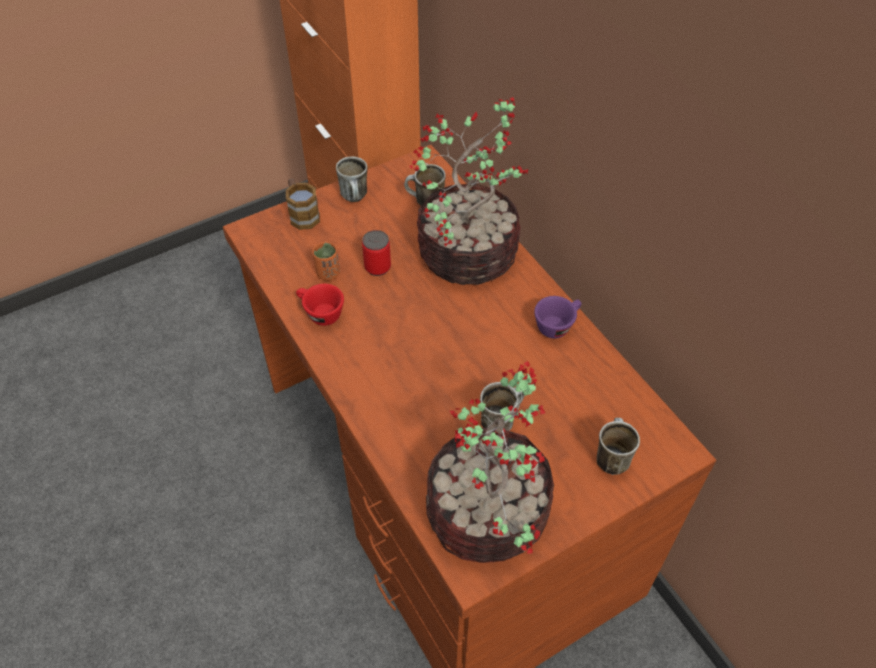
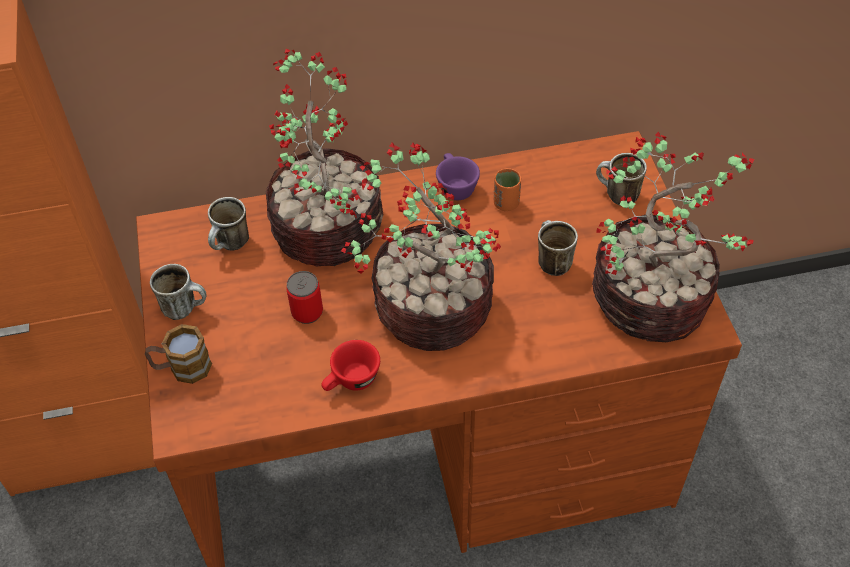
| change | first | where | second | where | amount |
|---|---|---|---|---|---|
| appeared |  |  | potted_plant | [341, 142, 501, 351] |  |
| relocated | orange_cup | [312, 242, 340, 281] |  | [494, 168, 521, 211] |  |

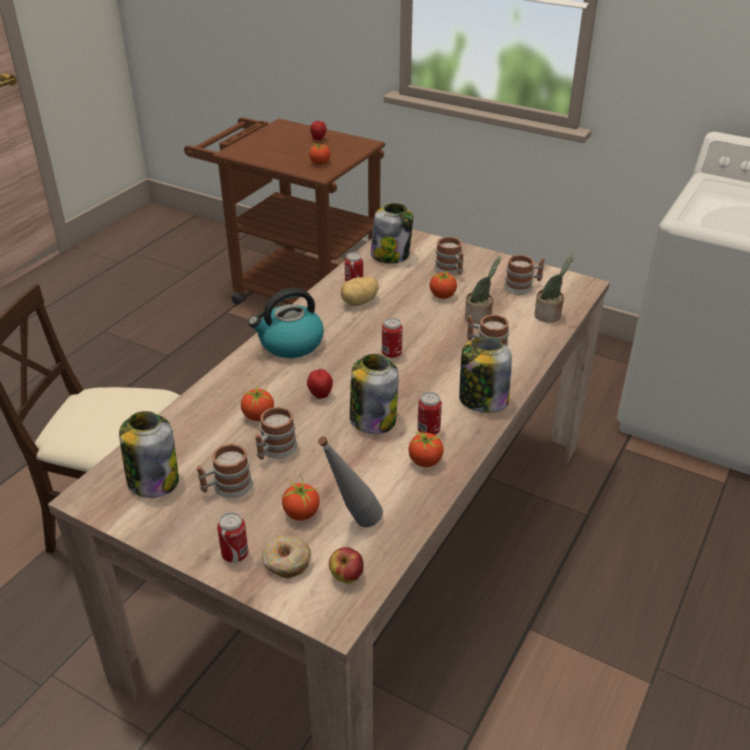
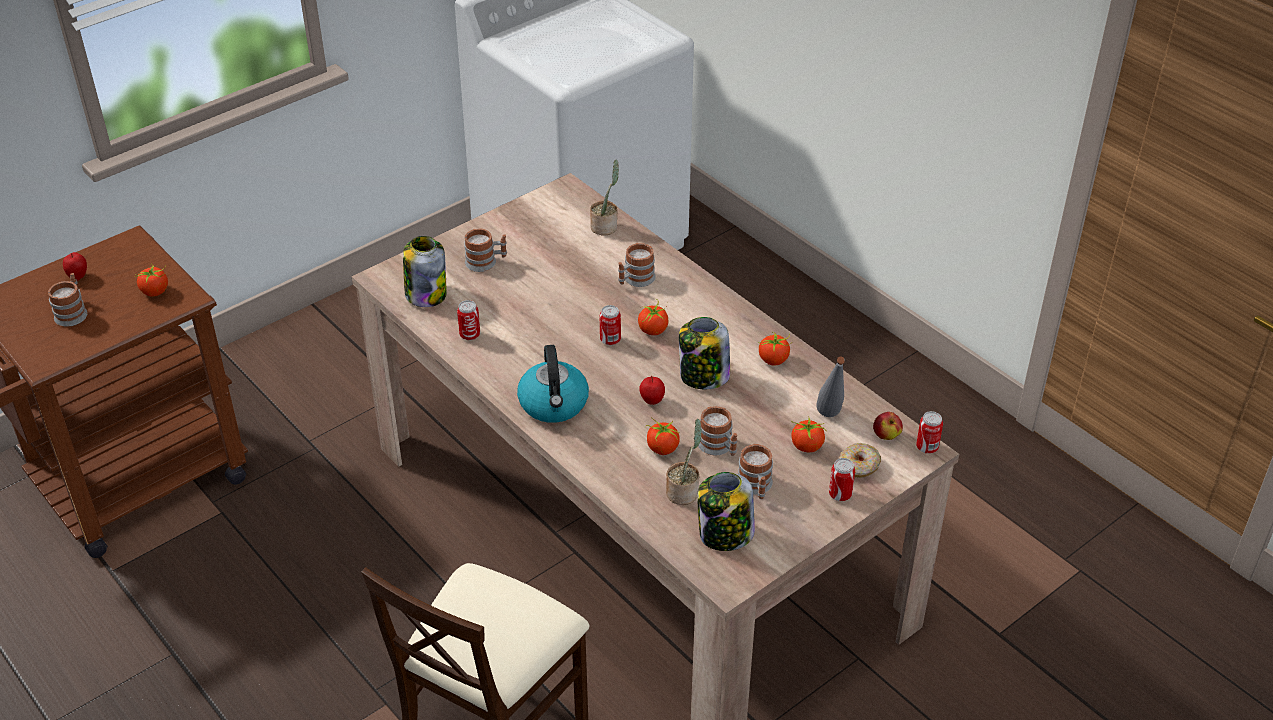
| change | first | where | second | where | amount |
|---|---|---|---|---|---|
| missing | potato | [341, 277, 379, 306] |  |  |  |
| missing | jar | [459, 336, 512, 413] |  |  |  |
| relocated | can | [417, 392, 442, 435] |  | [916, 411, 943, 454] |  |
| relocated | tomato | [430, 270, 458, 299] |  | [638, 299, 668, 335] |  |
| relocated | potted_plant | [465, 256, 501, 325] |  | [666, 419, 702, 505] |  |
| relocated | mug | [504, 255, 545, 295] |  | [48, 273, 88, 327] |  |

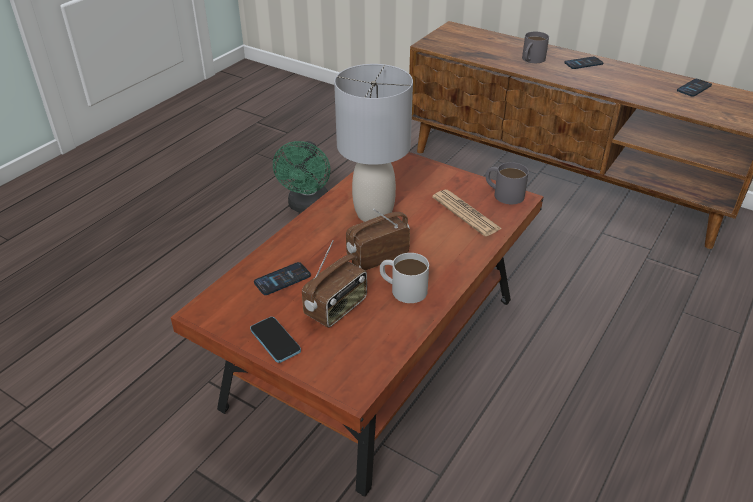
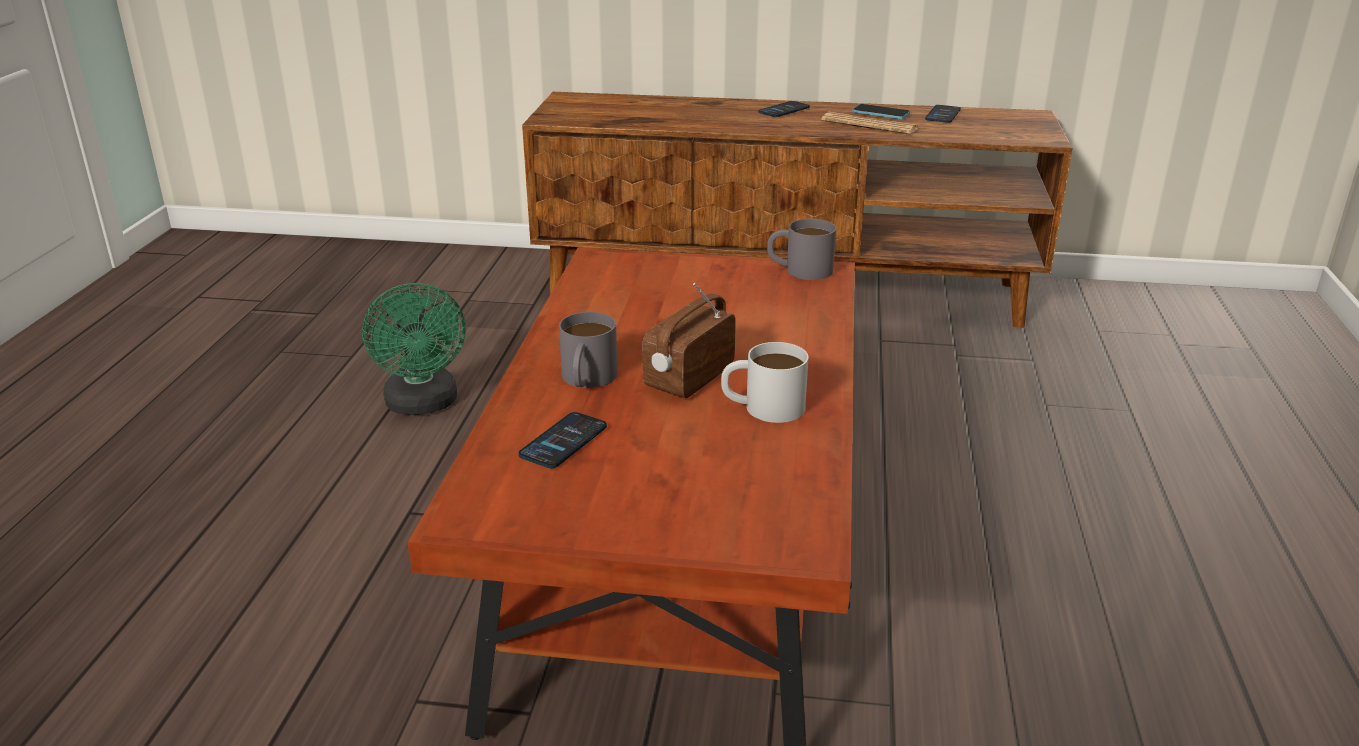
| change | first | where | second | where | amount |
|---|---|---|---|---|---|
| missing | radio | [302, 240, 367, 328] |  |  |  |
| missing | grey_table_lamp | [334, 64, 413, 222] |  |  |  |
| relocated | phone | [250, 317, 301, 363] |  | [852, 104, 910, 120] |  |
| relocated | newspaper | [432, 190, 502, 236] |  | [822, 112, 918, 134] |  |
| relocated | grey_mug | [522, 32, 549, 63] |  | [559, 312, 618, 388] |  |

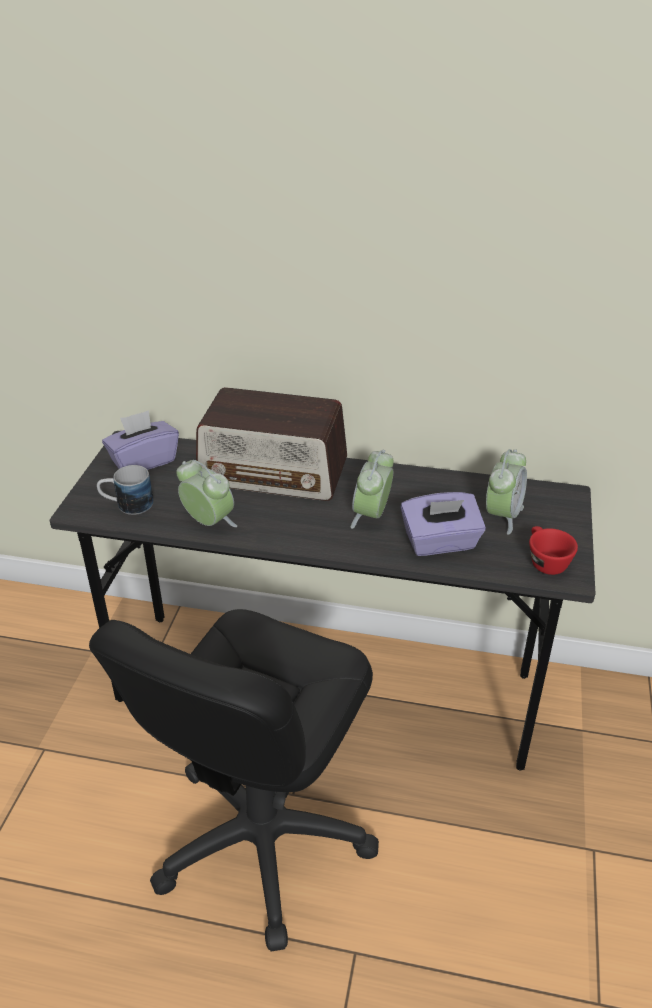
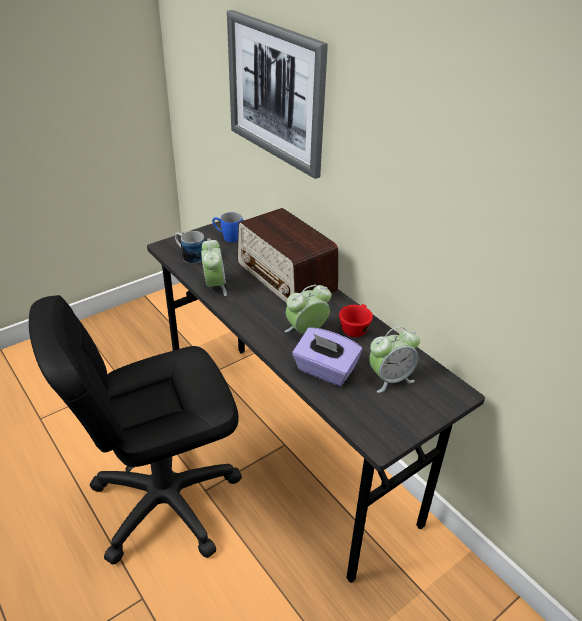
| change | first | where | second | where | amount |
|---|---|---|---|---|---|
| appeared |  |  | picture | [227, 10, 328, 179] |  |
| relocated | red_cup | [529, 526, 578, 575] |  | [339, 304, 373, 337] |  |
| exchanged | purple_tissue_box | [102, 410, 179, 470] | blue_mug | [212, 212, 243, 242] |  |

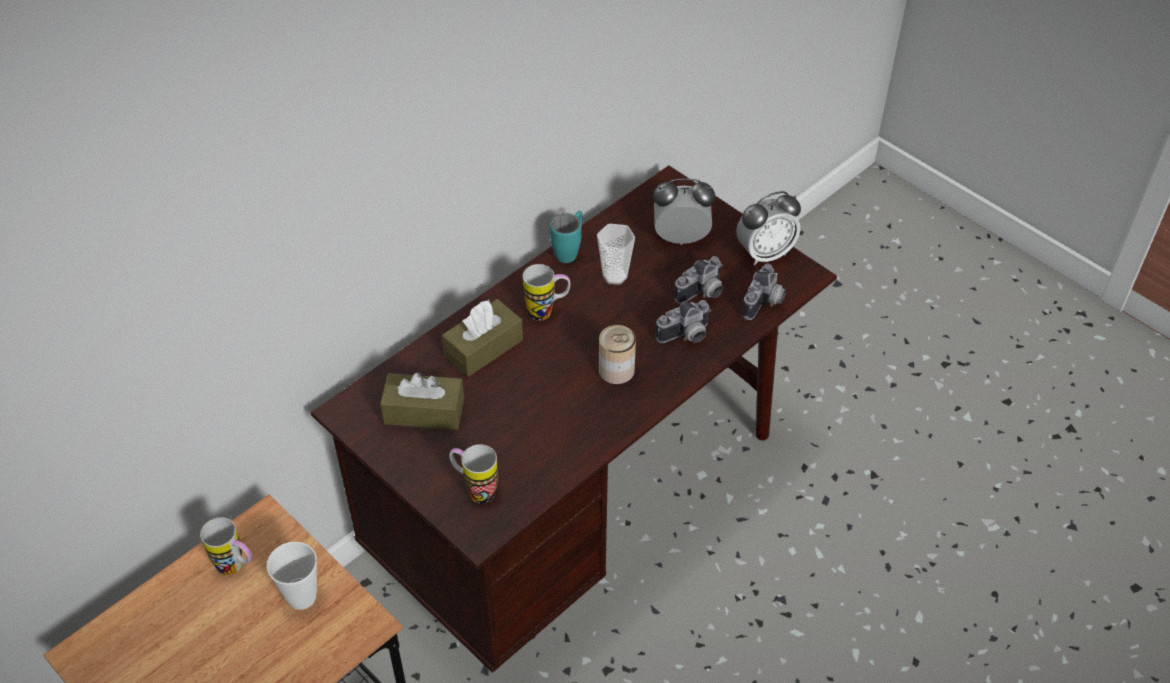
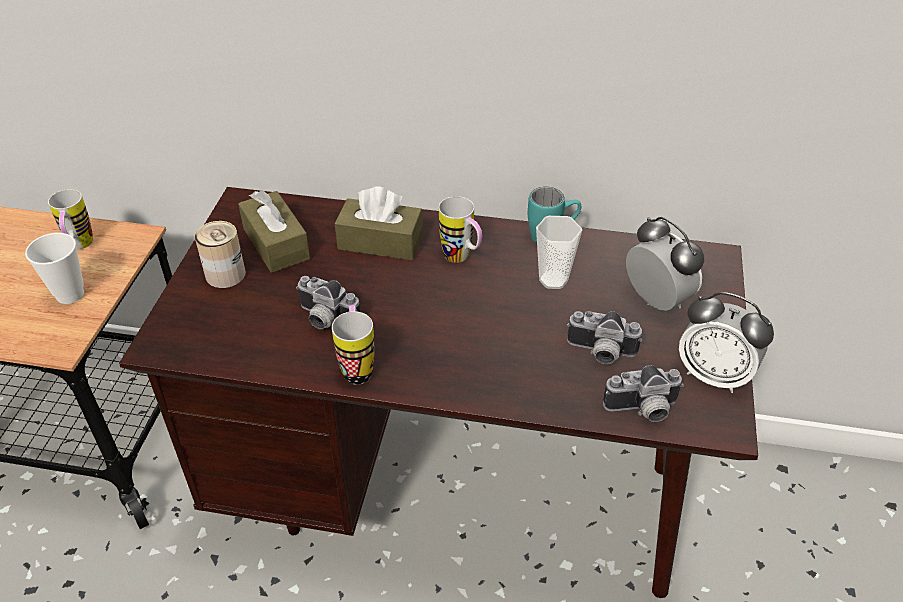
| change | first | where | second | where | amount |
|---|---|---|---|---|---|
| relocated | mug | [449, 444, 498, 504] |  | [332, 305, 375, 385] |  |
| relocated | can | [599, 325, 636, 384] |  | [195, 221, 246, 288] |  |
| relocated | photo_camera | [656, 300, 711, 343] |  | [296, 276, 360, 329] |  |

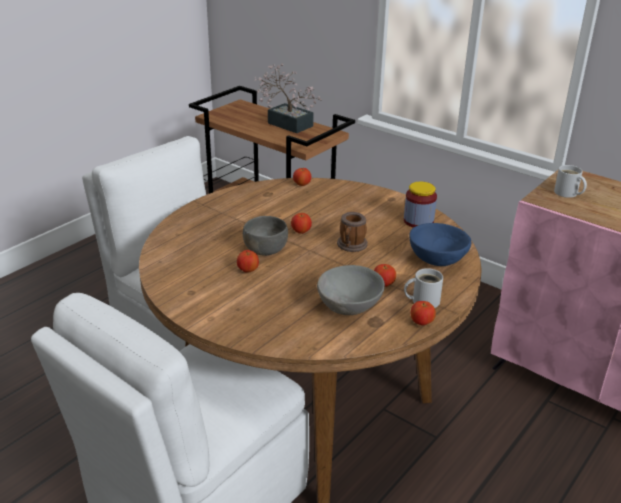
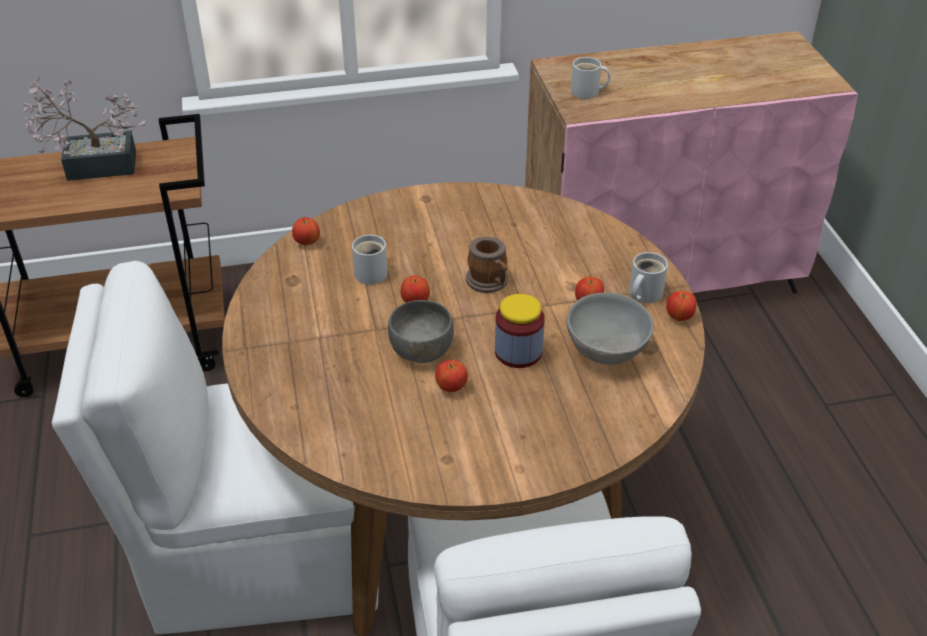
| change | first | where | second | where | amount |
|---|---|---|---|---|---|
| missing | blue_bowl | [410, 223, 471, 266] |  |  |  |
| appeared |  |  | white_mug | [352, 235, 388, 285] |  |
| relocated | jar | [404, 182, 437, 228] |  | [495, 294, 545, 368] |  |

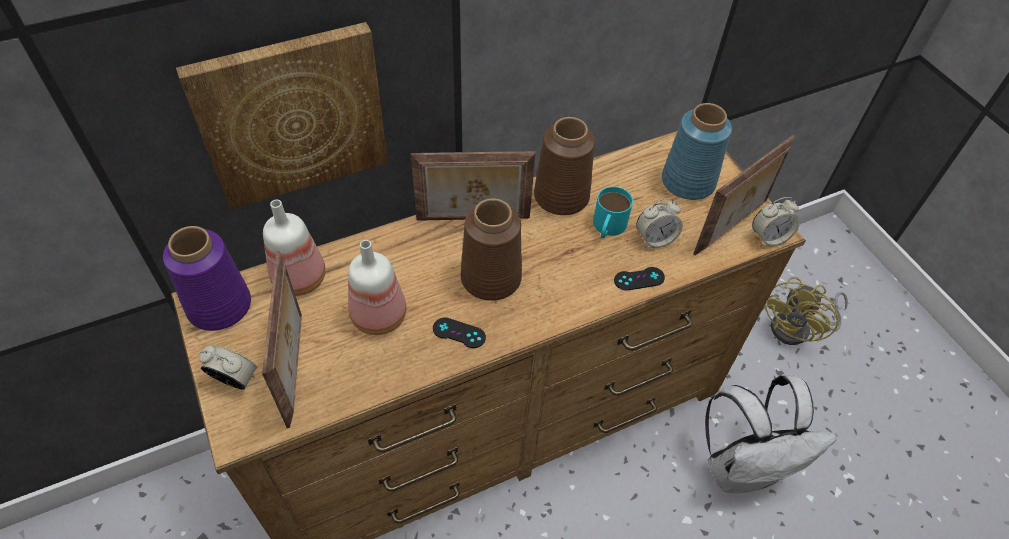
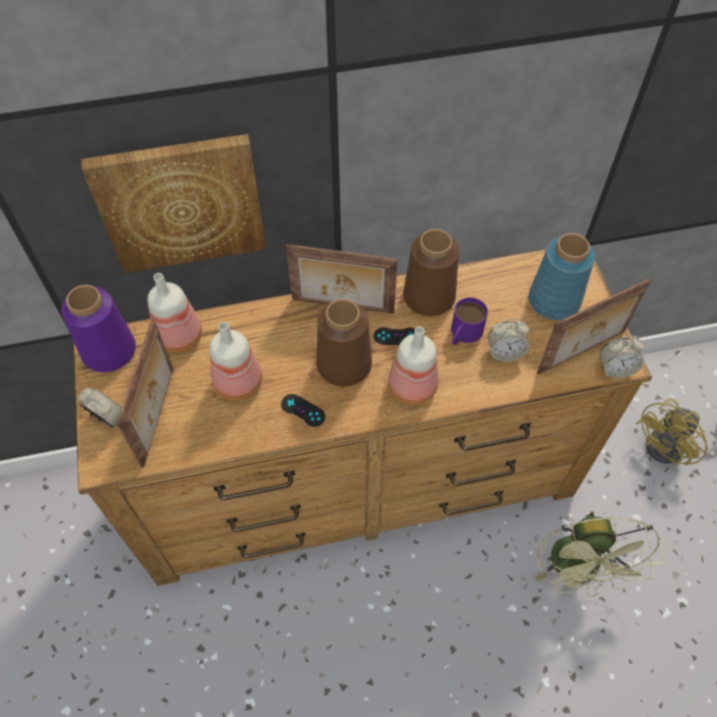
| change | first | where | second | where | amount |
|---|---|---|---|---|---|
| appeared |  |  | bottle | [388, 326, 439, 405] |  |
| relocated | black_game_controller | [614, 267, 665, 291] |  | [374, 327, 415, 345] |  |
| exchanged | white_backpack | [705, 375, 836, 494] | green_fan | [535, 511, 665, 597] |  |
| colour | turquoise_mug | [593, 186, 633, 239] | purple_mug | [451, 297, 488, 345] |  |

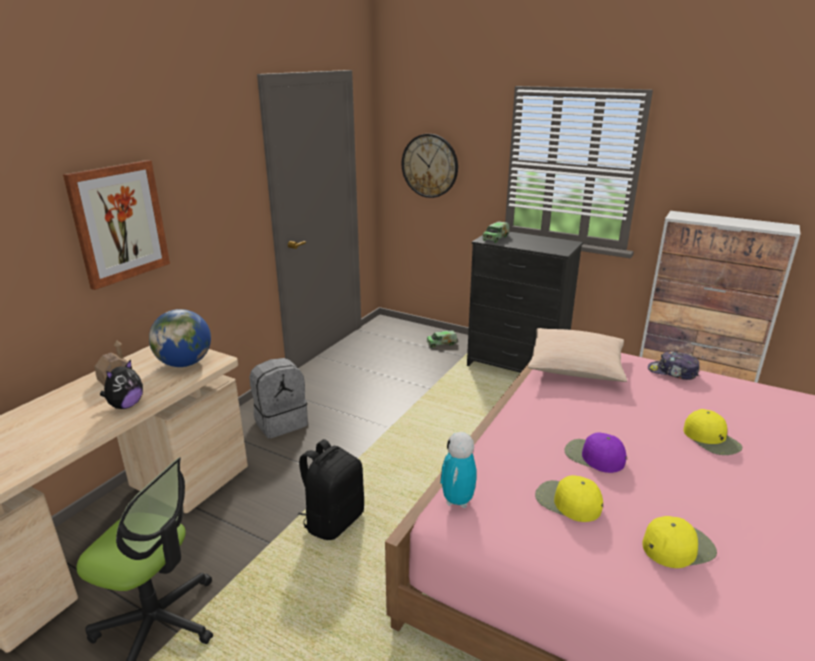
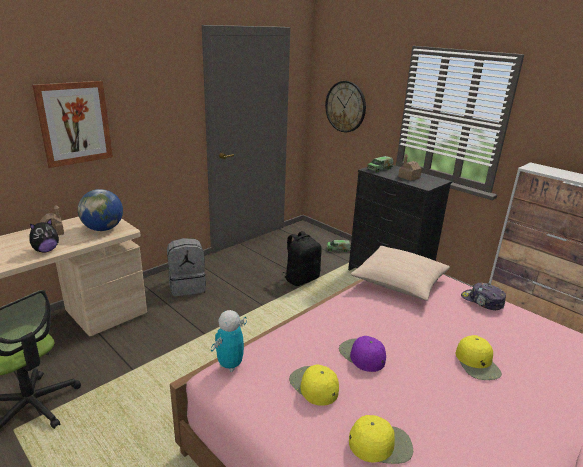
| change | first | where | second | where | amount |
|---|---|---|---|---|---|
| appeared |  |  | toy_house | [398, 154, 422, 181] |  |
| relocated | black_backpack | [298, 439, 364, 540] |  | [283, 231, 322, 286] |  |

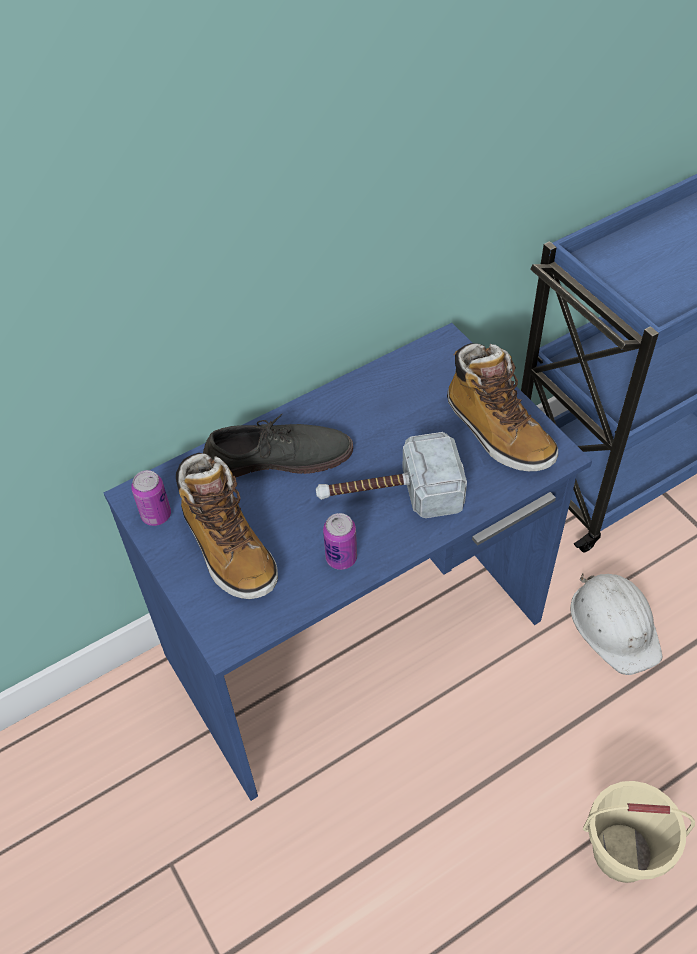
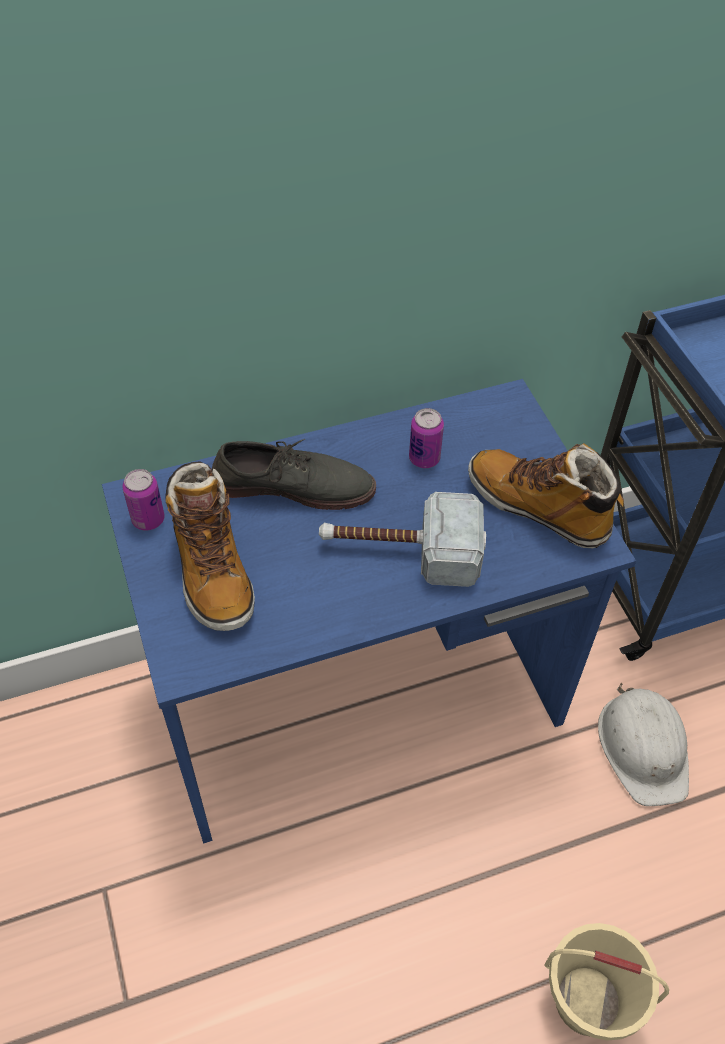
| change | first | where | second | where | amount |
|---|---|---|---|---|---|
| relocated | can | [323, 513, 357, 570] |  | [409, 408, 444, 468] |  |
| spun | boot | [447, 343, 558, 471] |  | [468, 443, 624, 549] | 150 degrees clockwise |

